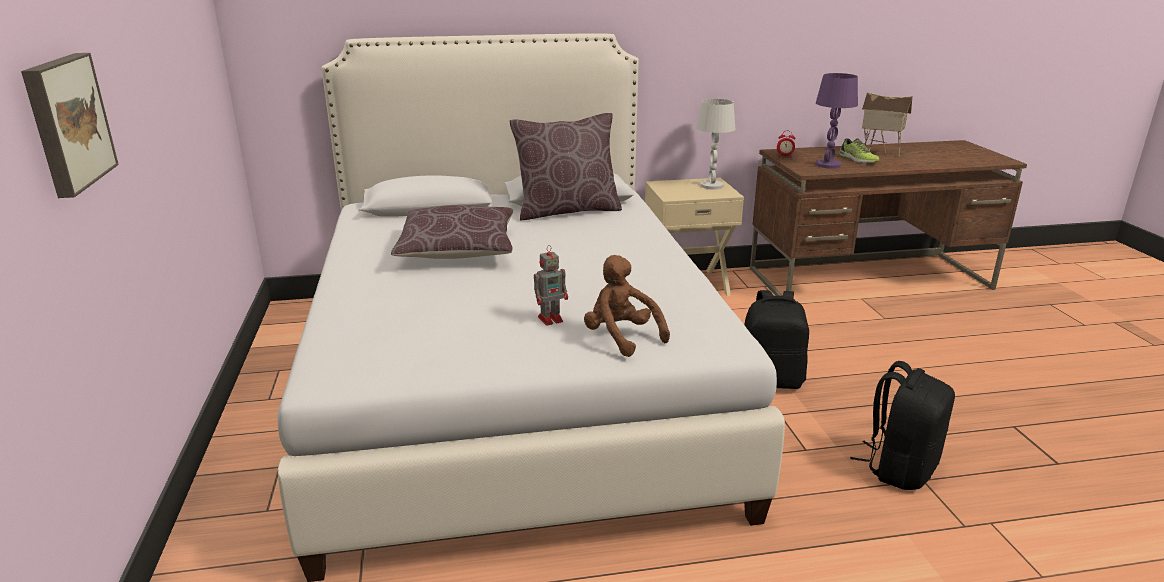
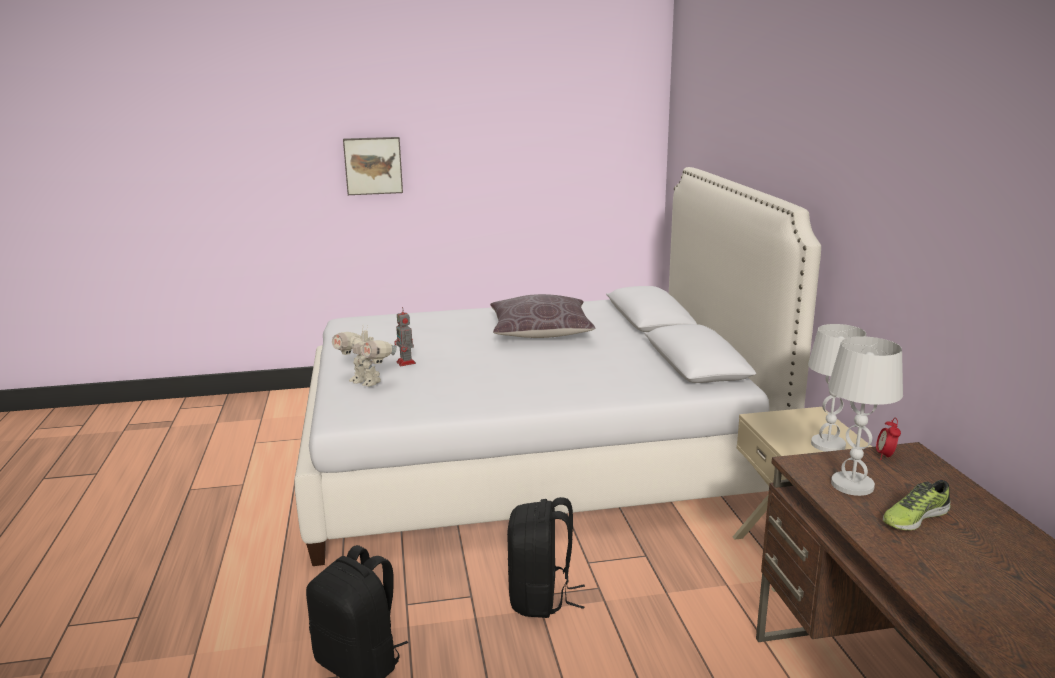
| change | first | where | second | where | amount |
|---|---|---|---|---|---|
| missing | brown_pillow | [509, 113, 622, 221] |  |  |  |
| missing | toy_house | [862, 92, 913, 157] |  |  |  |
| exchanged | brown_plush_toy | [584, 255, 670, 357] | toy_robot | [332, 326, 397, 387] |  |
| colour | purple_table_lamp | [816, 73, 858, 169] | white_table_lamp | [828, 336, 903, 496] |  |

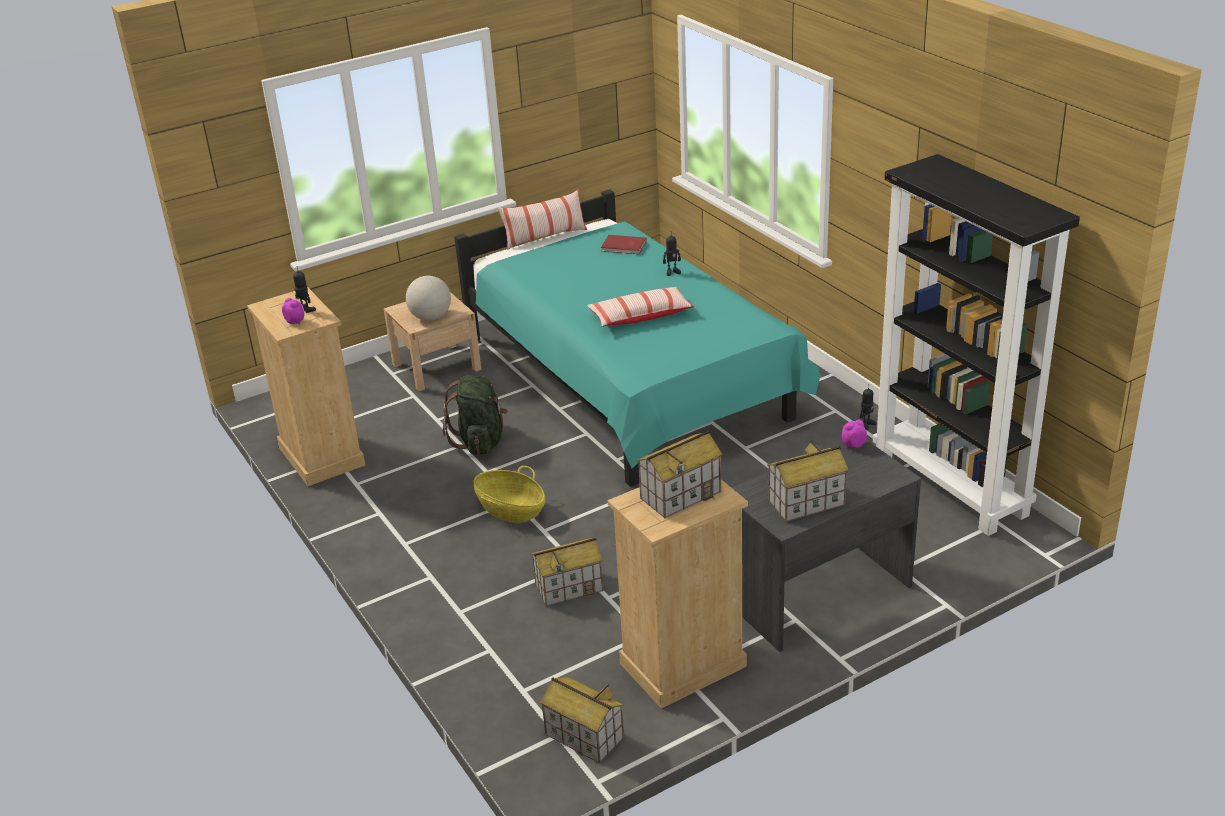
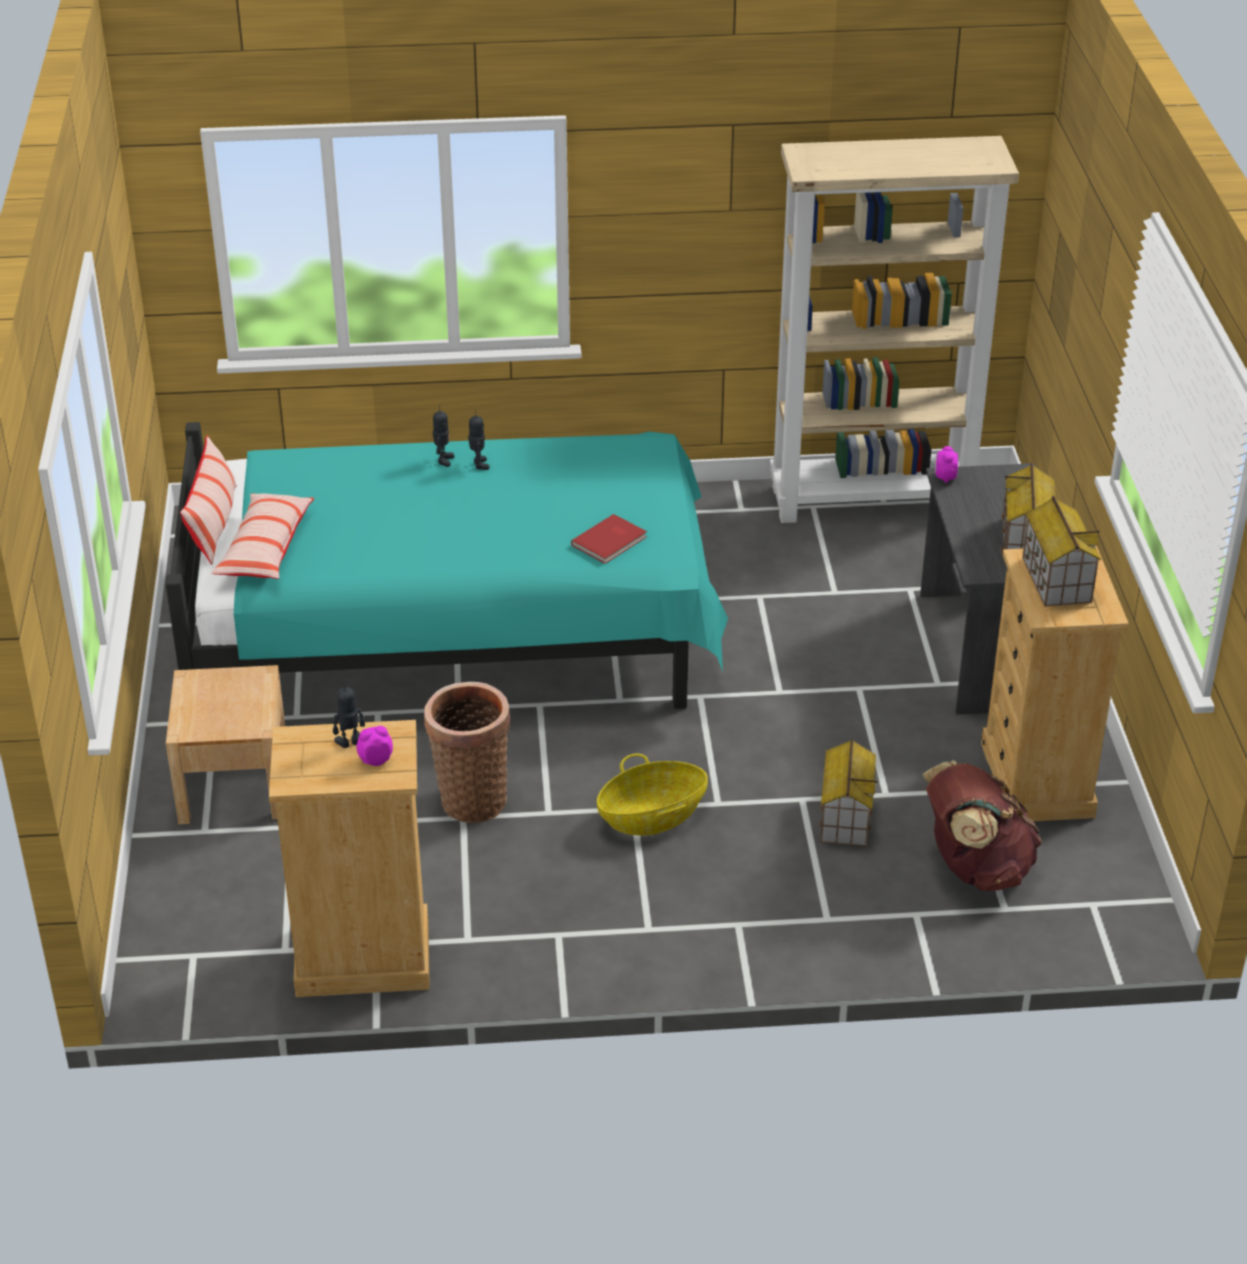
| change | first | where | second | where | amount |
|---|---|---|---|---|---|
| missing | globe | [406, 276, 451, 321] |  |  |  |
| missing | toy_house | [540, 677, 624, 763] |  |  |  |
| appeared |  |  | brown_backpack | [922, 761, 1042, 891] |  |
| relocated | pillow | [587, 287, 694, 327] |  | [211, 493, 314, 579] |  |
| relocated | red_book | [601, 235, 647, 254] |  | [571, 514, 647, 564] |  |
| relocated | toy_robot | [860, 384, 876, 430] |  | [468, 410, 490, 470] |  |
| exchanged | green_backpack | [443, 375, 508, 455] | basket | [424, 682, 510, 823] |  |
| colour | black_bookcase | [873, 154, 1080, 536] | beige_bookcase | [770, 136, 1019, 523] |  |

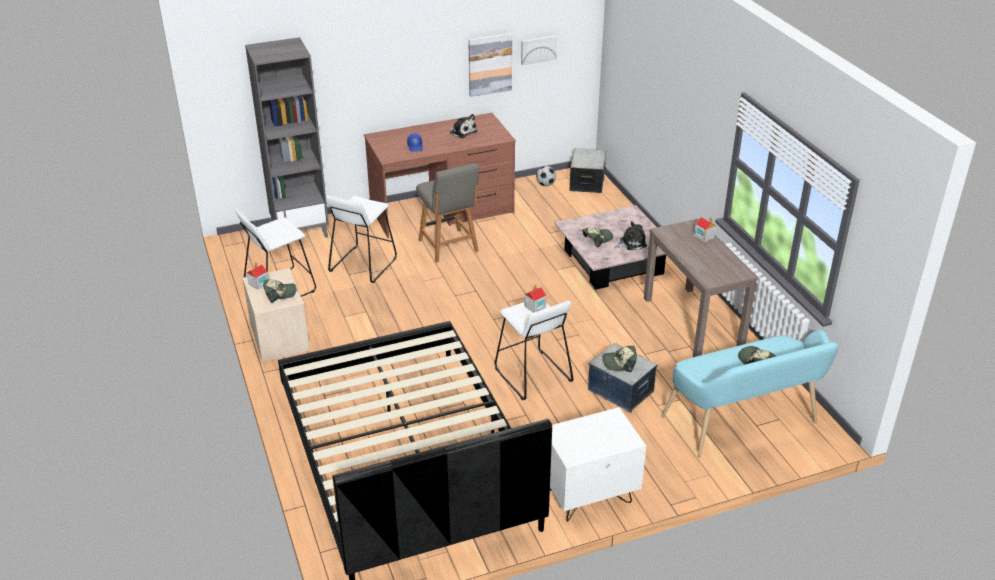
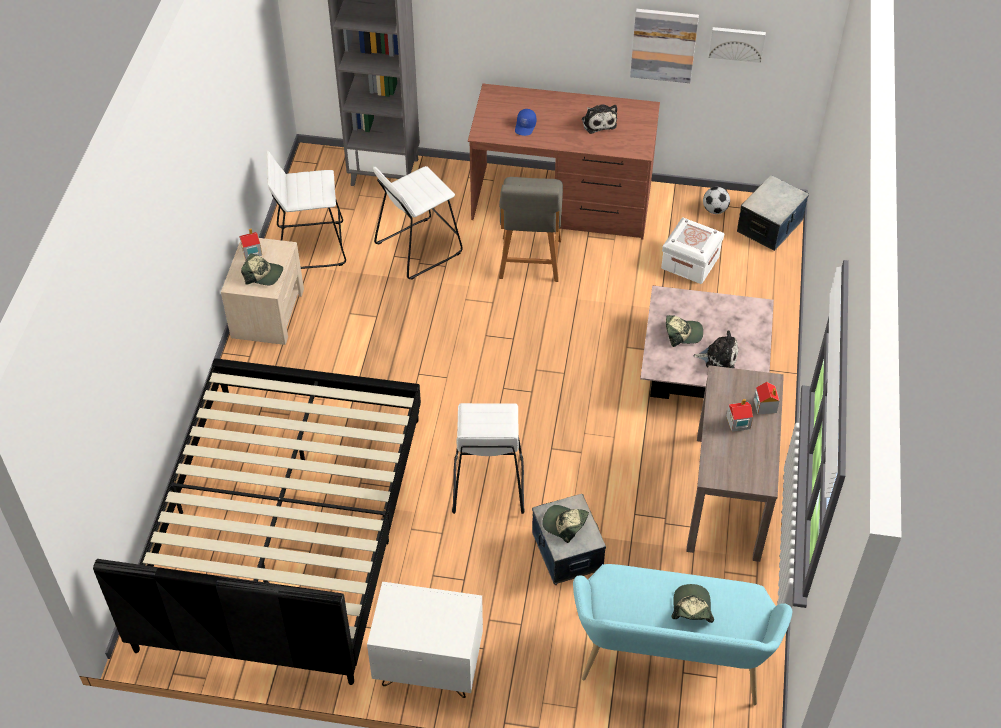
| change | first | where | second | where | amount |
|---|---|---|---|---|---|
| appeared |  |  | white_storage_box | [661, 218, 724, 284] |  |
| relocated | toy_house | [524, 284, 547, 313] |  | [726, 399, 753, 432] |  |

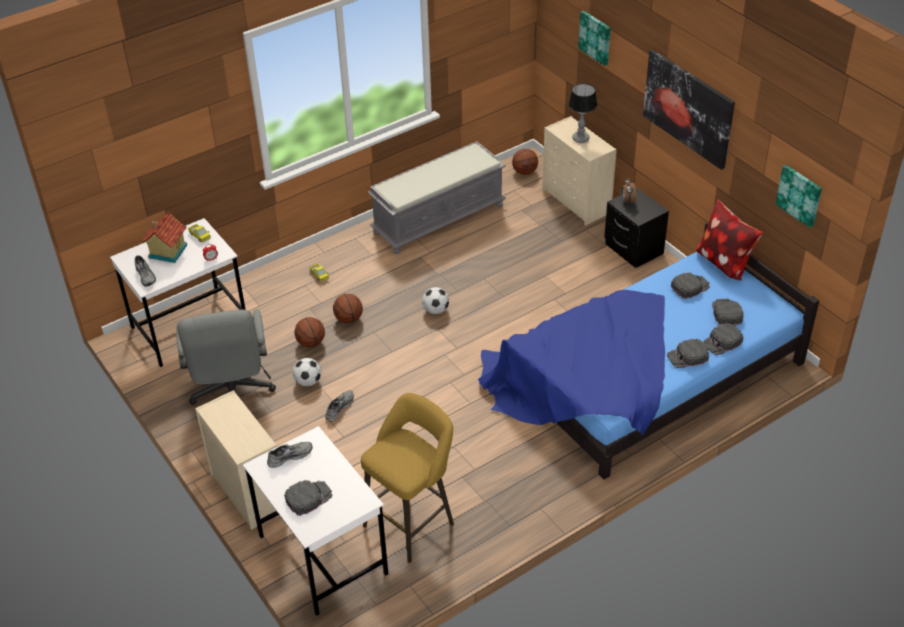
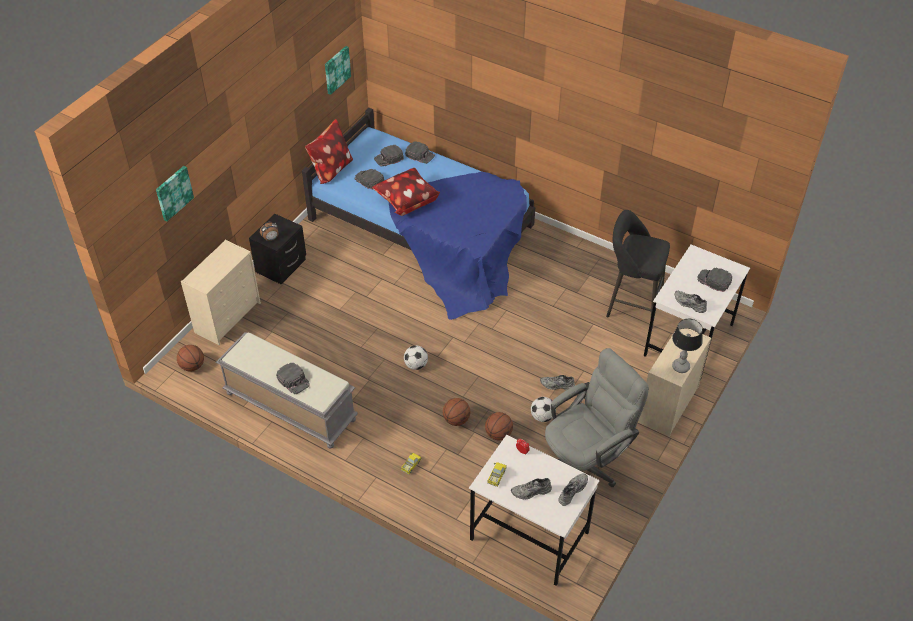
| change | first | where | second | where | amount |
|---|---|---|---|---|---|
| missing | picture | [643, 50, 735, 170] |  |  |  |
| appeared |  |  | pillow | [372, 168, 440, 216] |  |
| relocated | table_lamp | [568, 83, 597, 143] |  | [672, 319, 703, 373] |  |
| relocated | black_cap | [667, 339, 709, 368] |  | [276, 363, 310, 394] |  |
| exchanged | toy_house | [141, 212, 187, 263] | grey_shoe | [511, 478, 552, 499] |  |
| colour | yellow_stool | [361, 393, 454, 563] | black_stool | [606, 210, 670, 320] |  |

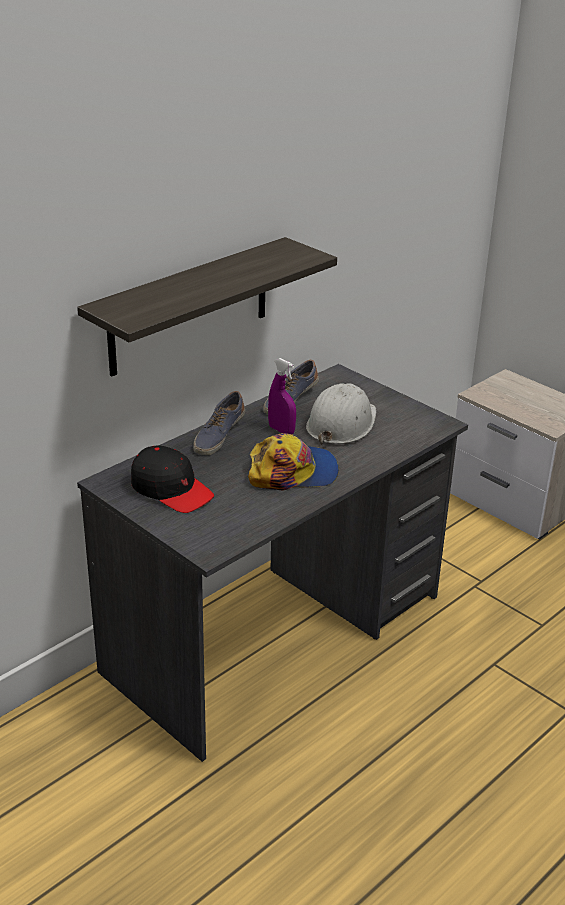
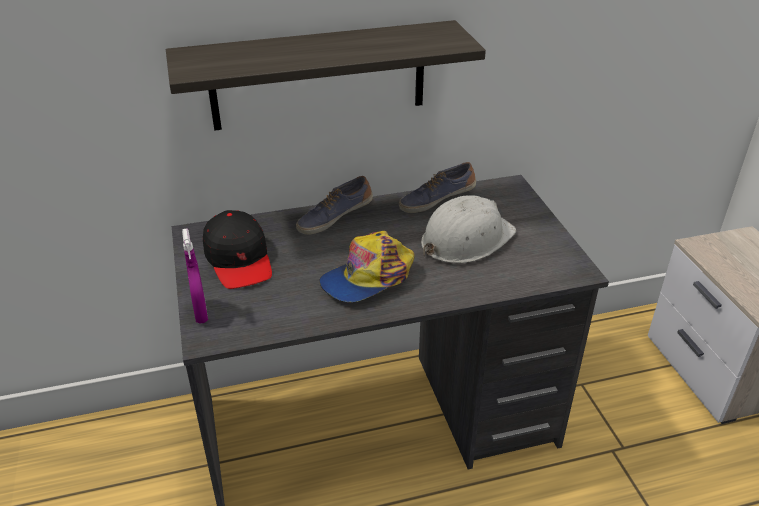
| change | first | where | second | where | amount |
|---|---|---|---|---|---|
| relocated | purple_spray_bottle | [268, 358, 296, 434] |  | [182, 228, 208, 323] |  |
| spun | cap | [248, 433, 339, 491] |  | [319, 231, 415, 302] | 120 degrees clockwise |

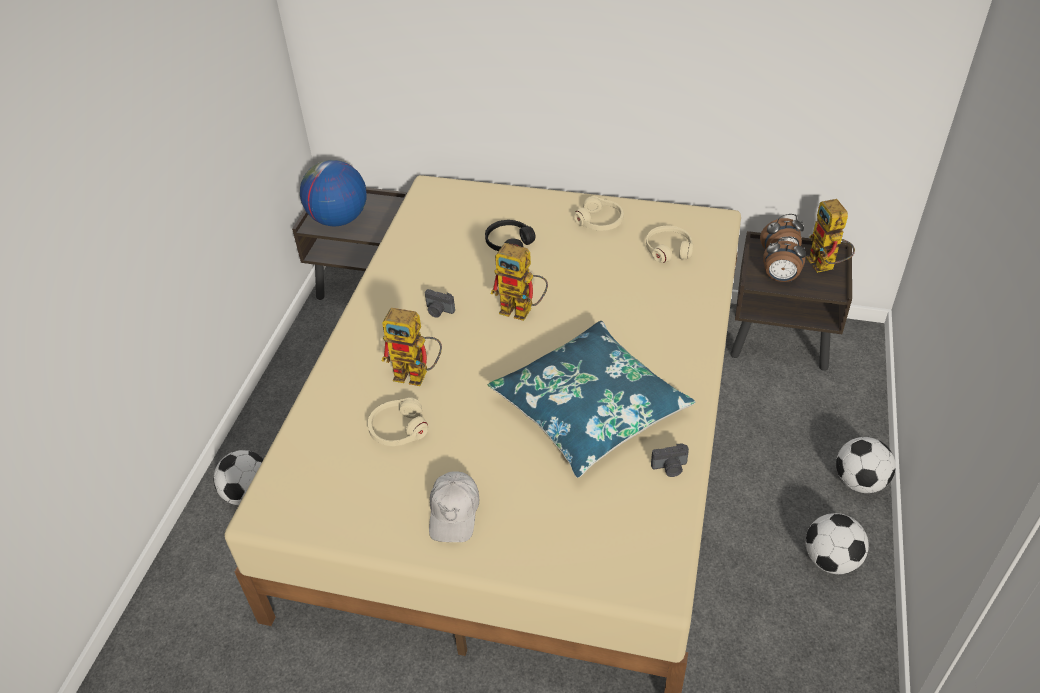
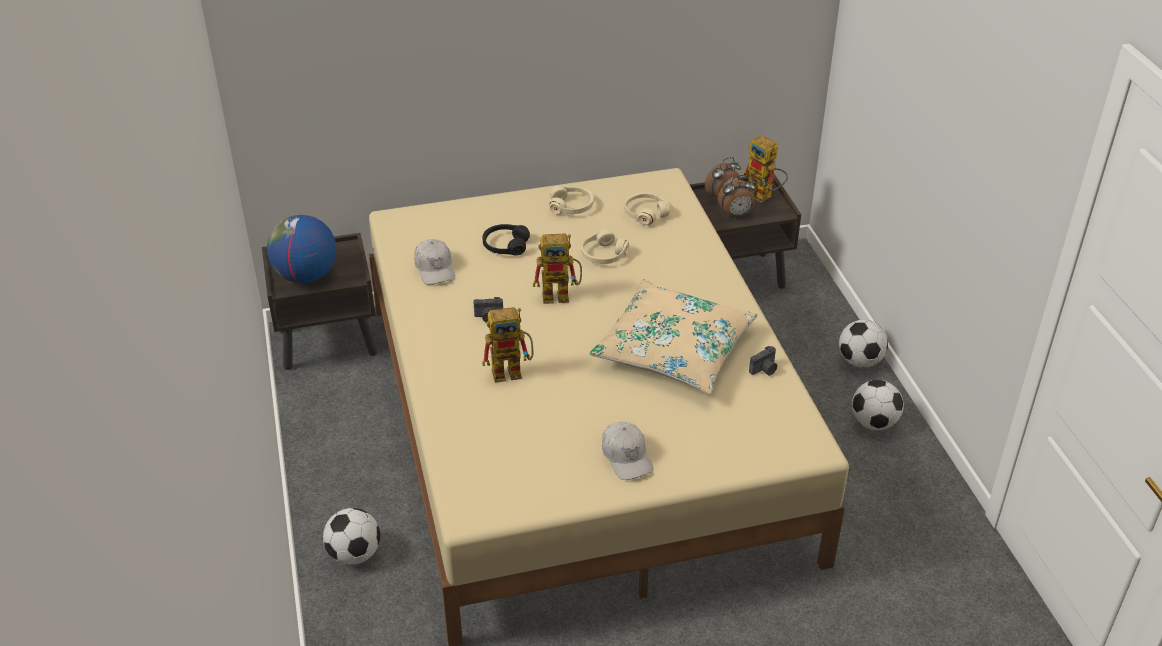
| change | first | where | second | where | amount |
|---|---|---|---|---|---|
| appeared |  |  | white_cap | [414, 239, 455, 285] |  |
| relocated | beige_headphones | [367, 397, 428, 446] |  | [581, 229, 629, 264] |  |
| colour | blue_pillow | [488, 321, 695, 478] | beige_pillow | [589, 279, 757, 395] |  |

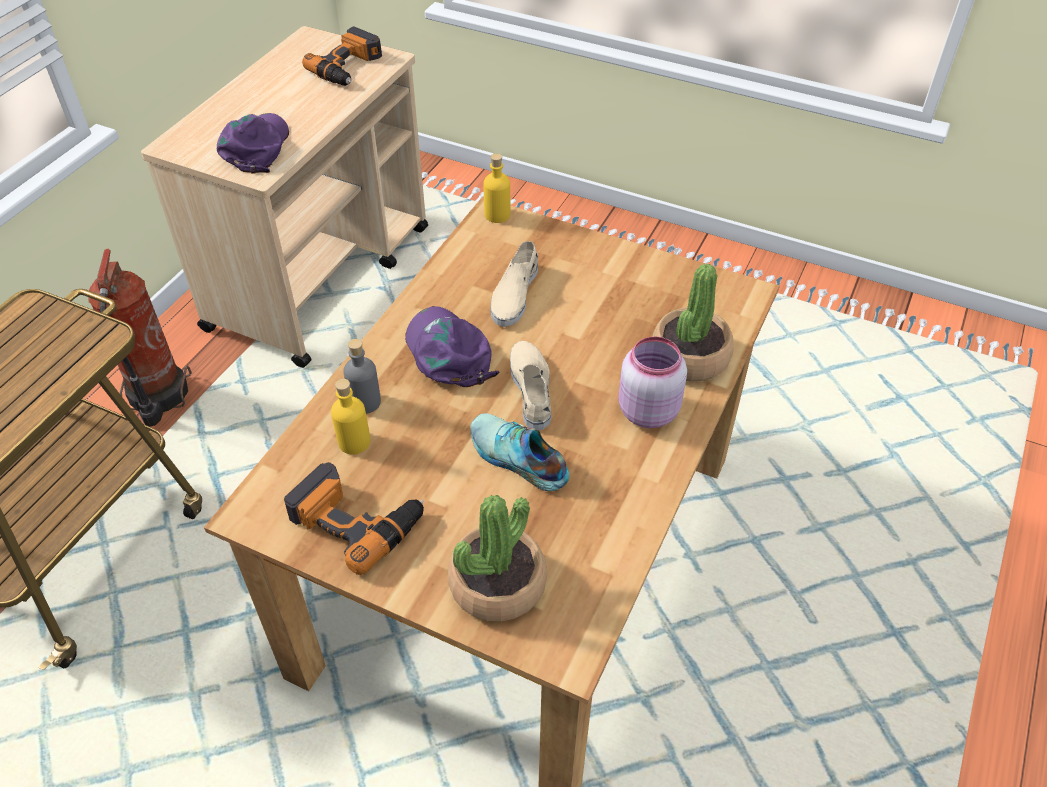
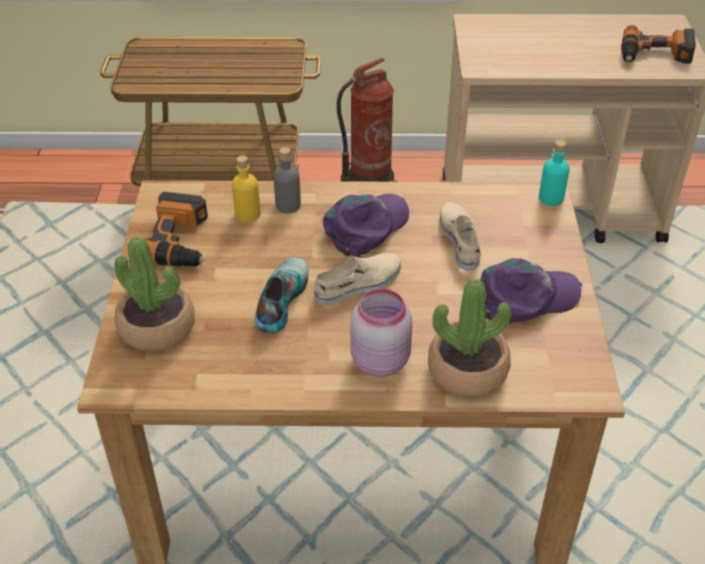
| change | first | where | second | where | amount |
|---|---|---|---|---|---|
| relocated | purple_cap | [217, 113, 289, 174] |  | [480, 258, 582, 323] |  |
| colour | yellow_bottle | [484, 153, 510, 223] | turquoise_bottle | [539, 140, 570, 206] |  |
| spun | beige_shoe | [491, 241, 538, 327] |  | [440, 202, 481, 271] | 90 degrees clockwise |

